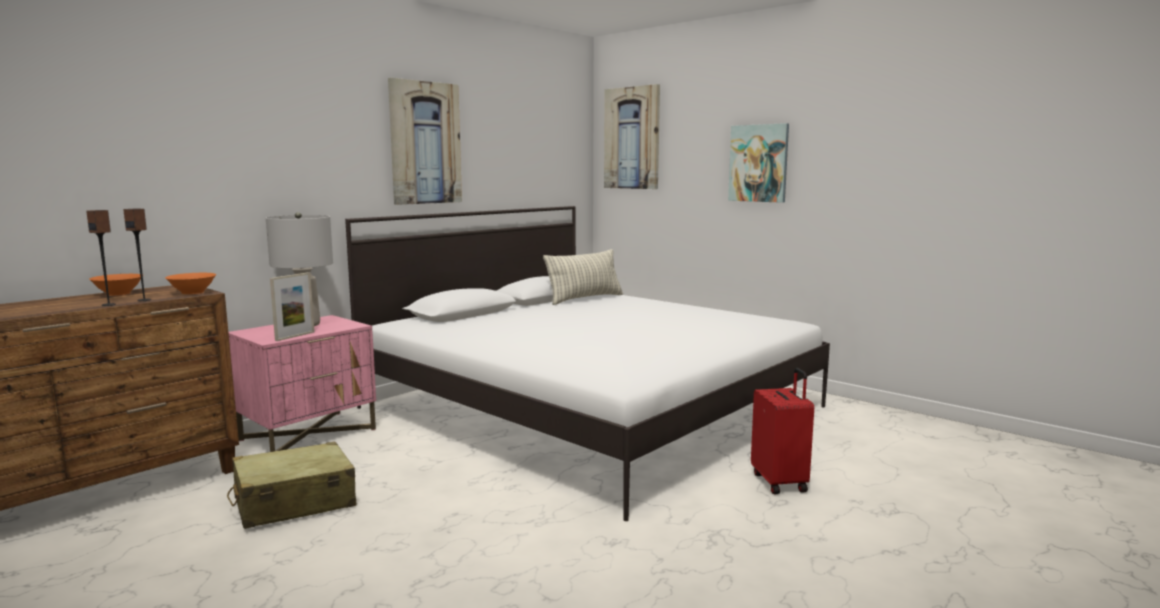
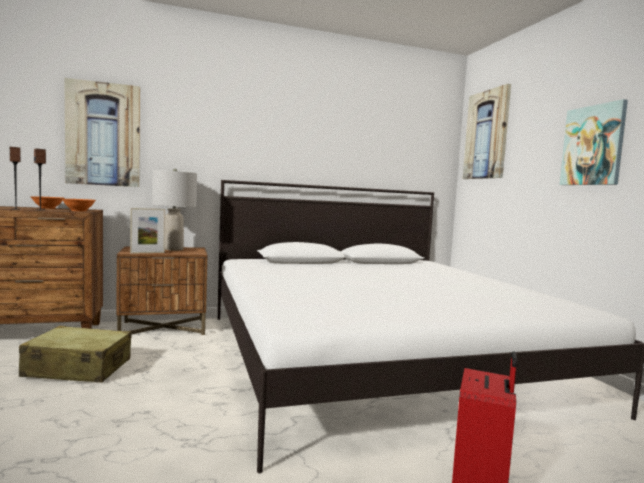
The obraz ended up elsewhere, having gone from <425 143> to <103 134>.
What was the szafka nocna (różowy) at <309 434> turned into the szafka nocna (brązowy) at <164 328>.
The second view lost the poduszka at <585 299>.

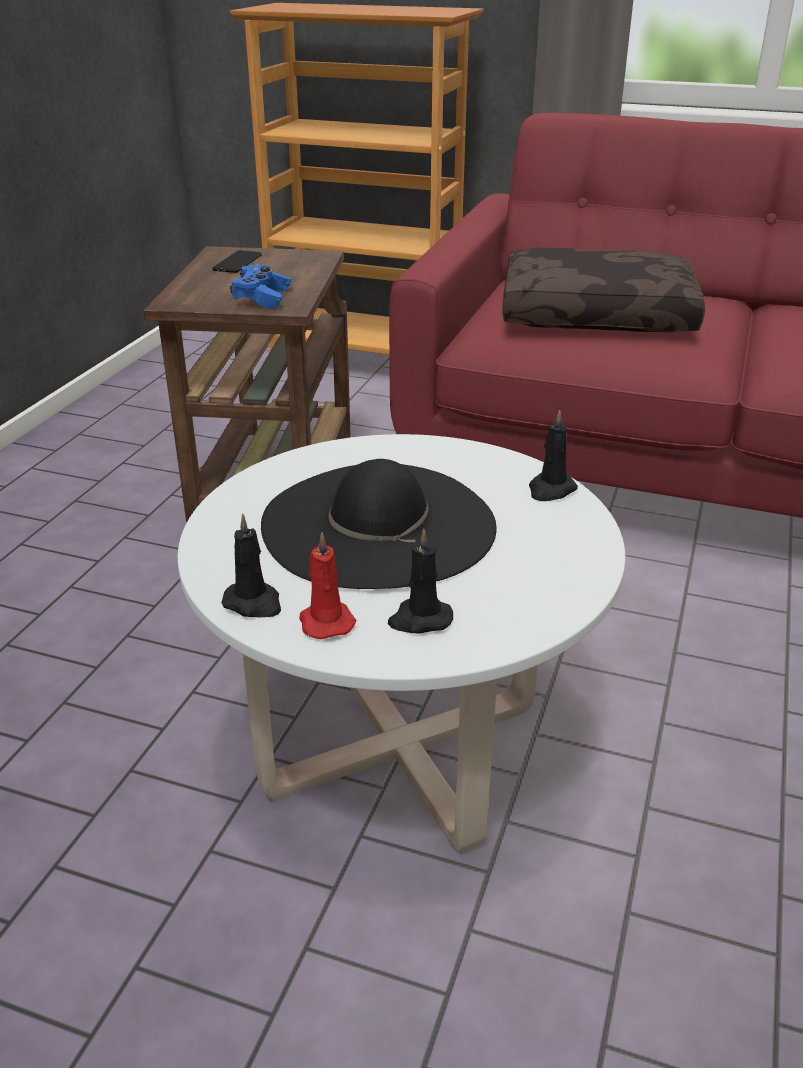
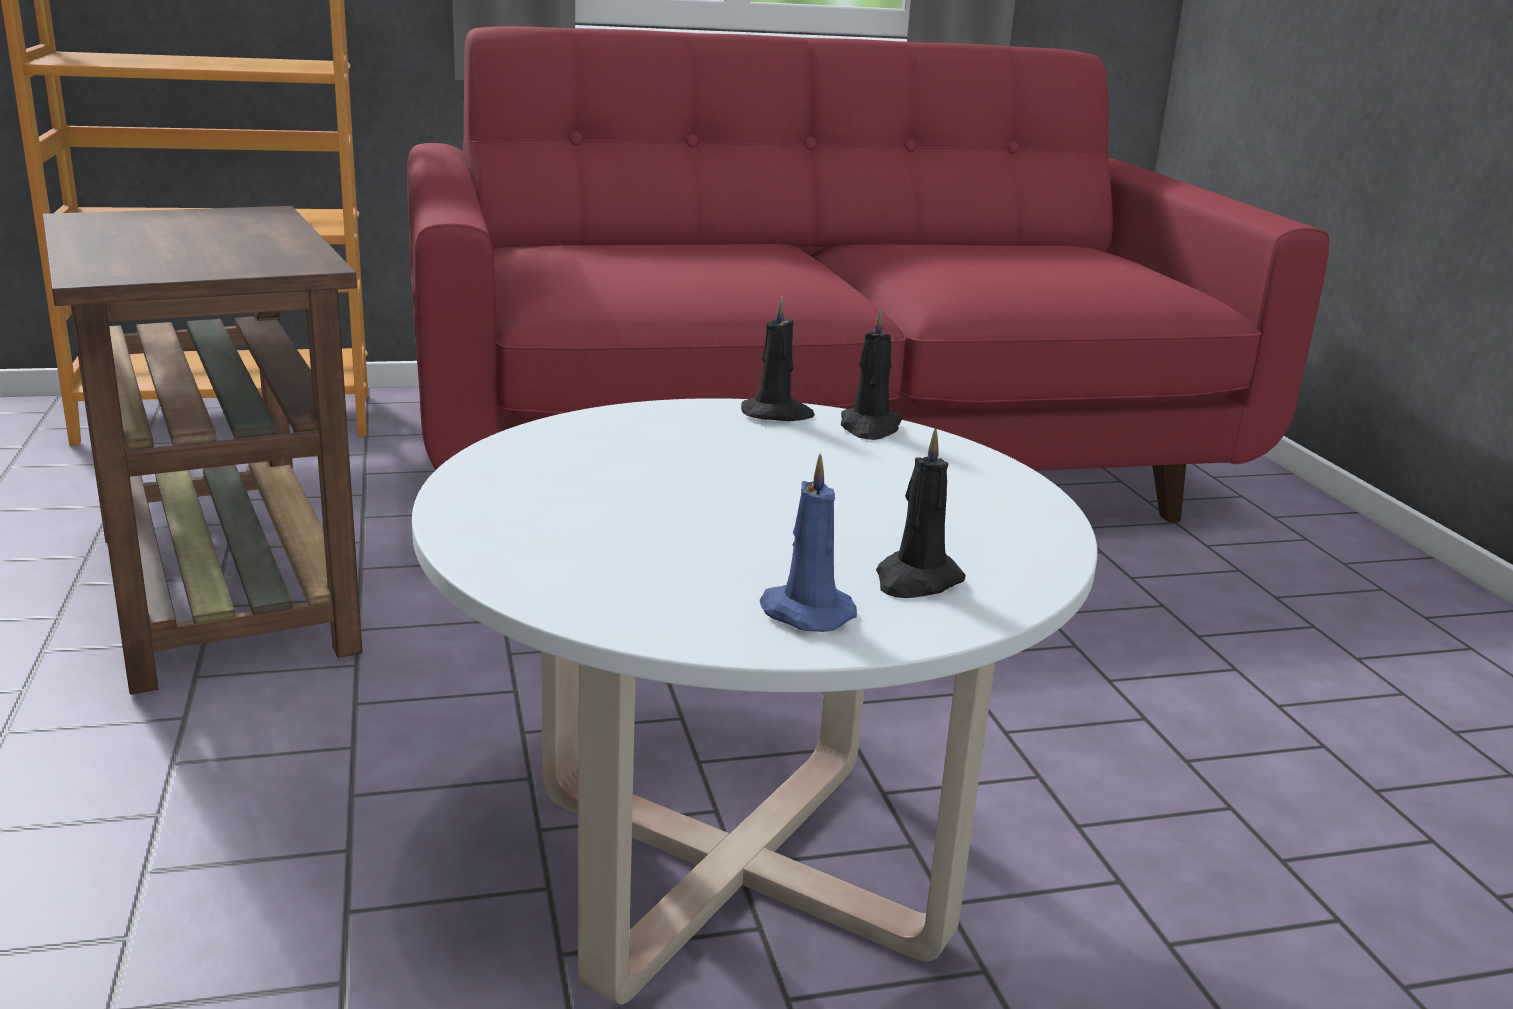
The świeca (czarny) ended up elsewhere, having gone from <254 603> to <777 414>.
What was the świeca (czerwony) at <325 621> turned into the świeca (niebieski) at <804 612>.
The second view lost the telefon at <237 262>.
The second view lost the pad do gier (niebieski) at <262 298>.
The second view lost the kapelusz (czarny) at <378 524>.
The second view lost the poduszka (brązowy) at <597 314>.

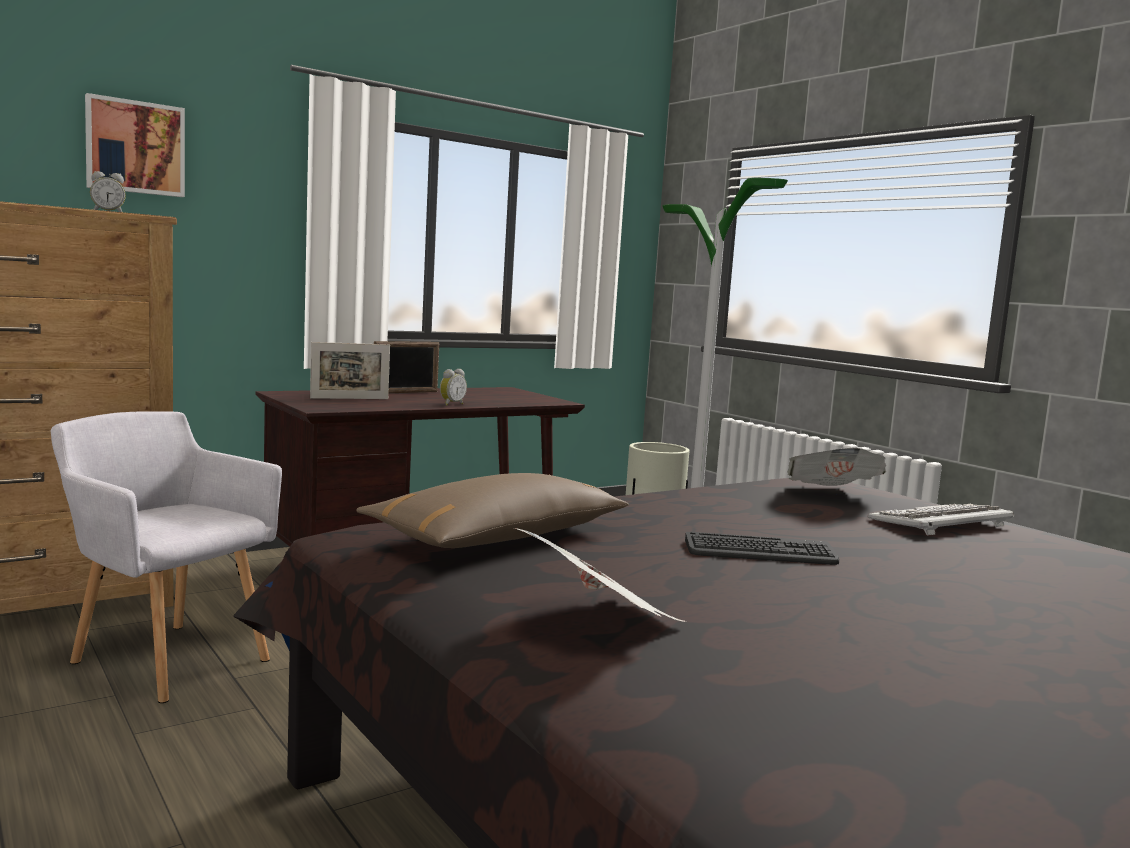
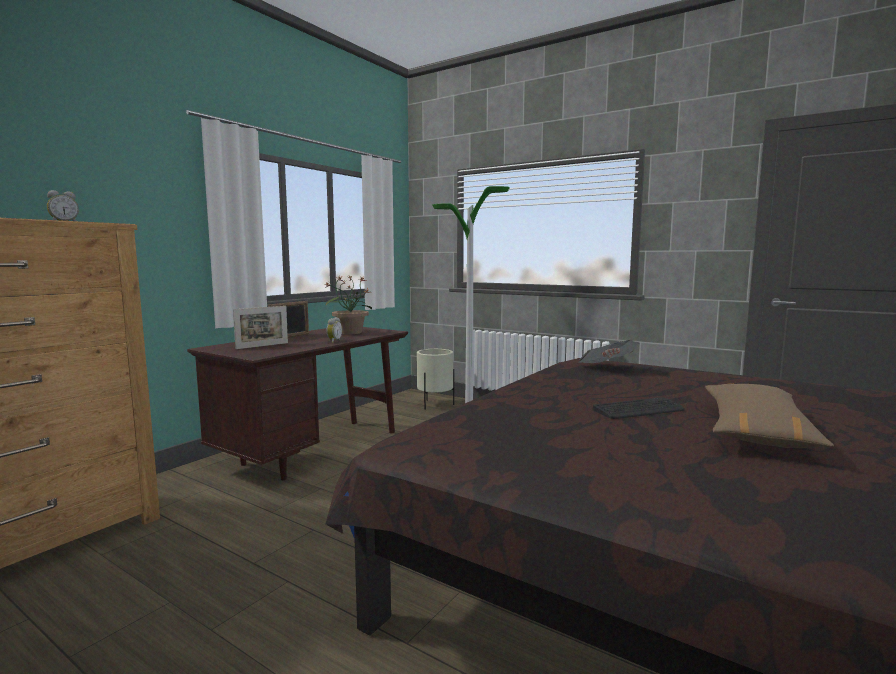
The second view gained the roślina doniczkowa at <350 332>.
The poduszka (brązowy) ended up elsewhere, having gone from <499 536> to <755 431>.
The second view lost the fotel (szary) at <166 657>.
The second view lost the obraz at <135 147>.
The second view lost the gazeta at <597 621>.
The second view lost the klawiatura at <941 523>.

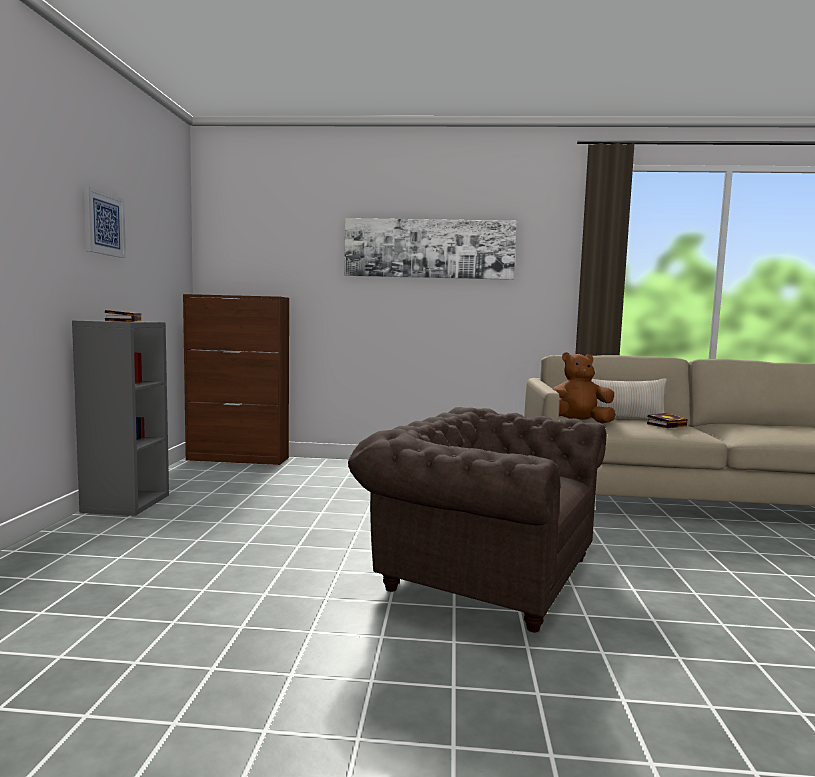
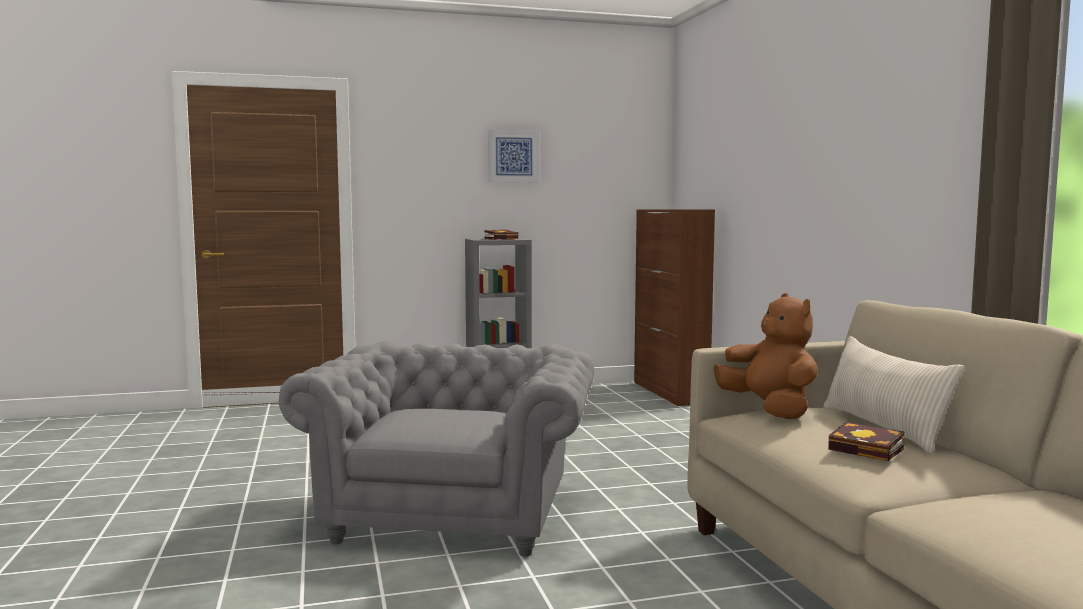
What was the fotel (brązowy) at <482 571> turned into the fotel (szary) at <453 513>.
The second view lost the obraz at <429 249>.

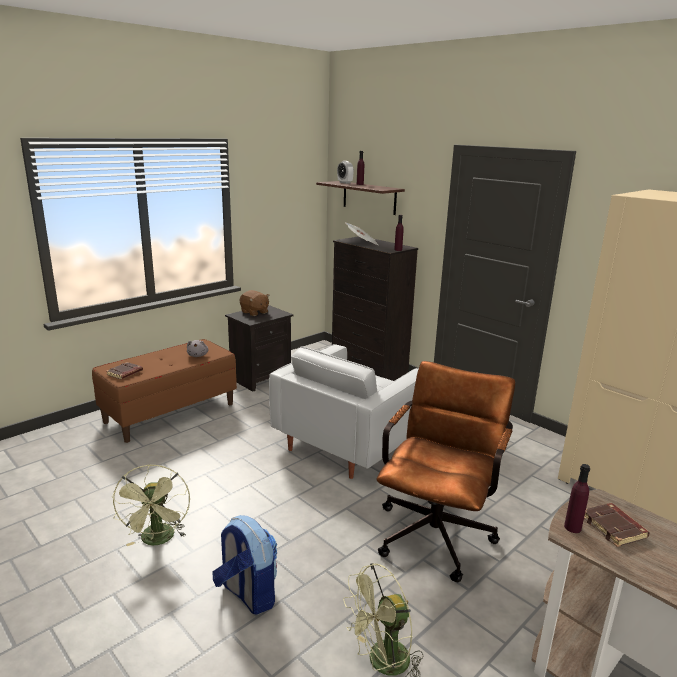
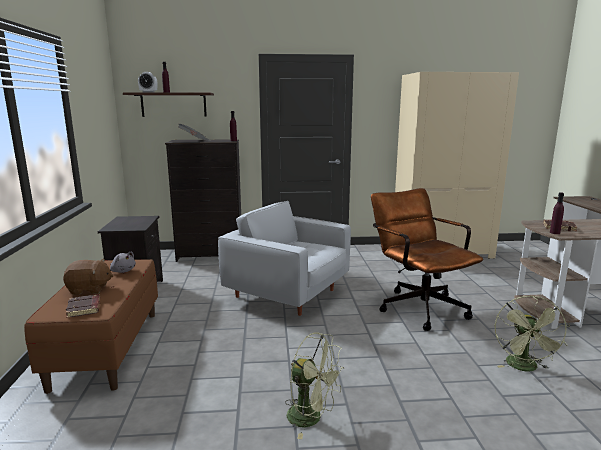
The pluszak (brązowy) ended up elsewhere, having gone from <254 312> to <89 289>.
The fotel (biały) at <349 442> ended up facing another way, 135 degrees clockwise from before.
The second view lost the plecak at <247 594>.

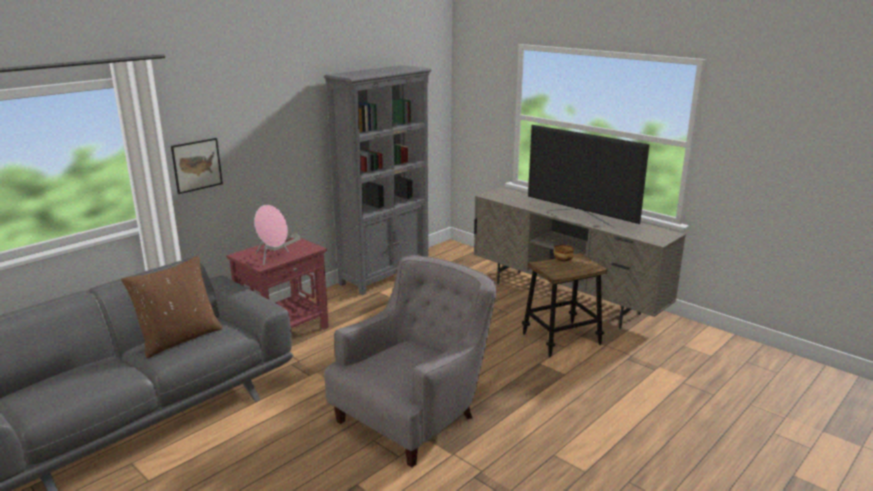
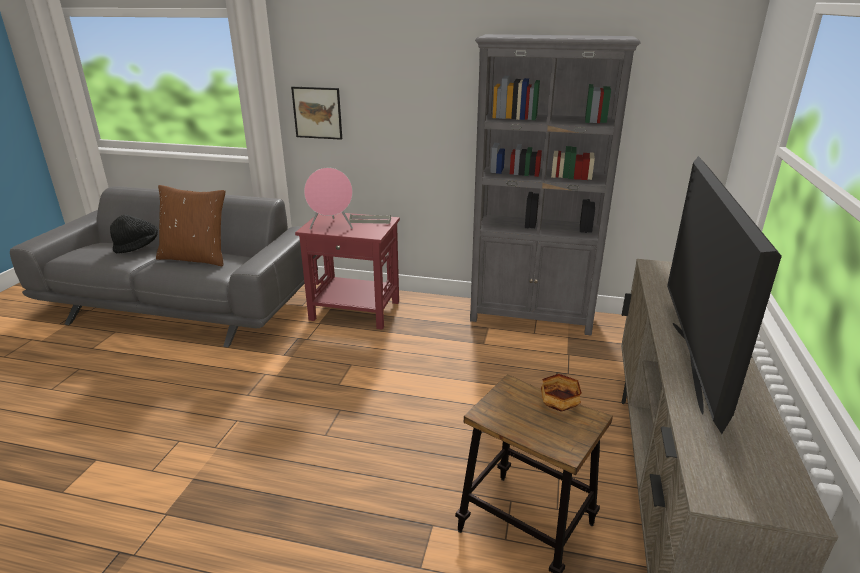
The second view gained the kapelusz (czarny) at <137 247>.
The second view lost the fotel (szary) at <415 415>.

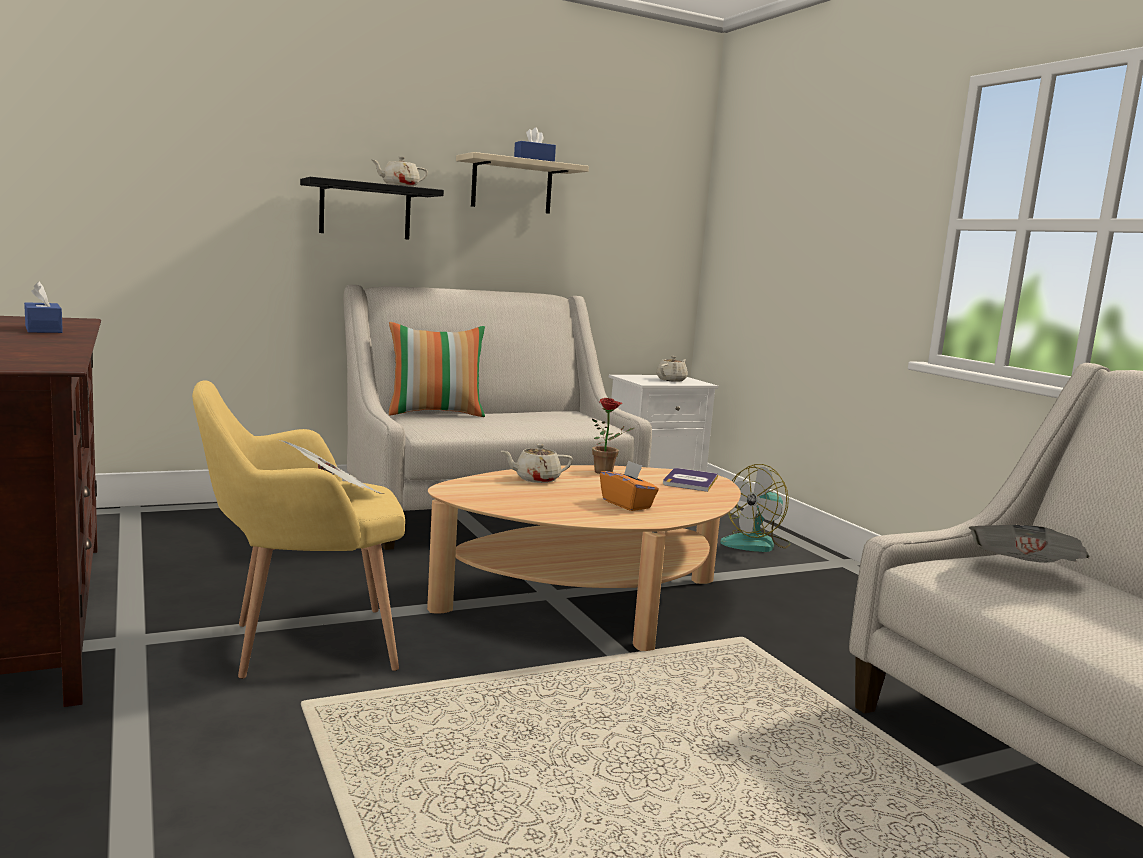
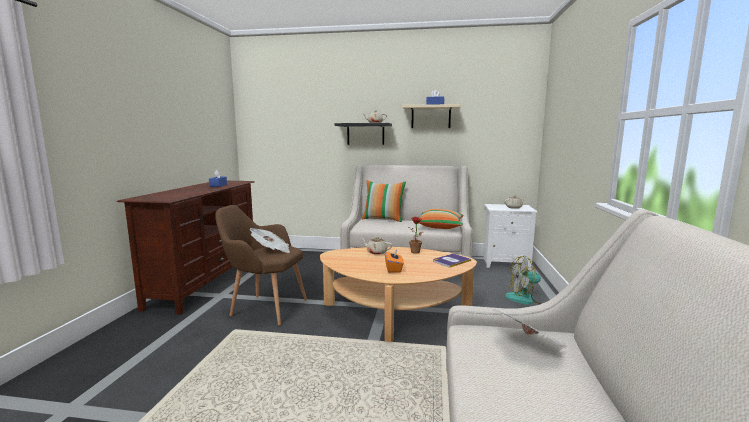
What was the fotel (żółty) at <301 645> turned into the fotel (brązowy) at <264 308>.
The second view gained the poduszka at <440 226>.

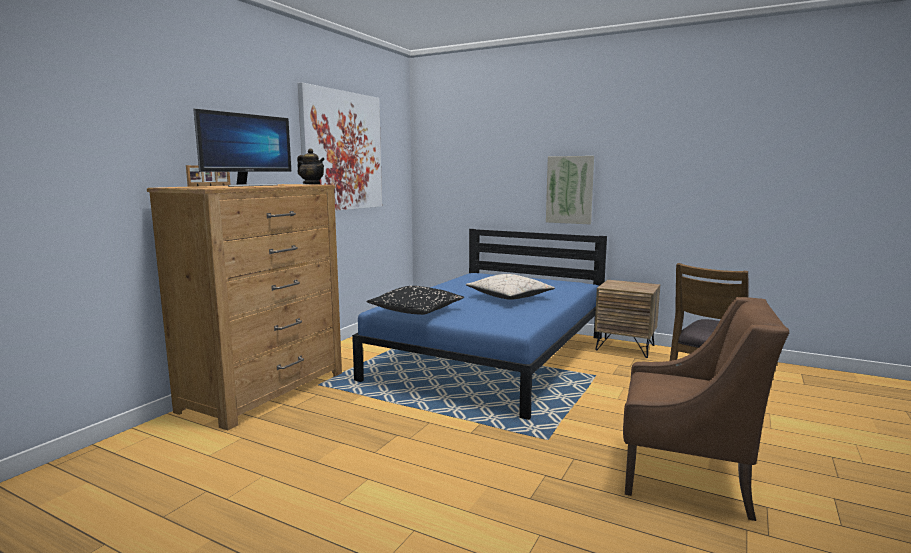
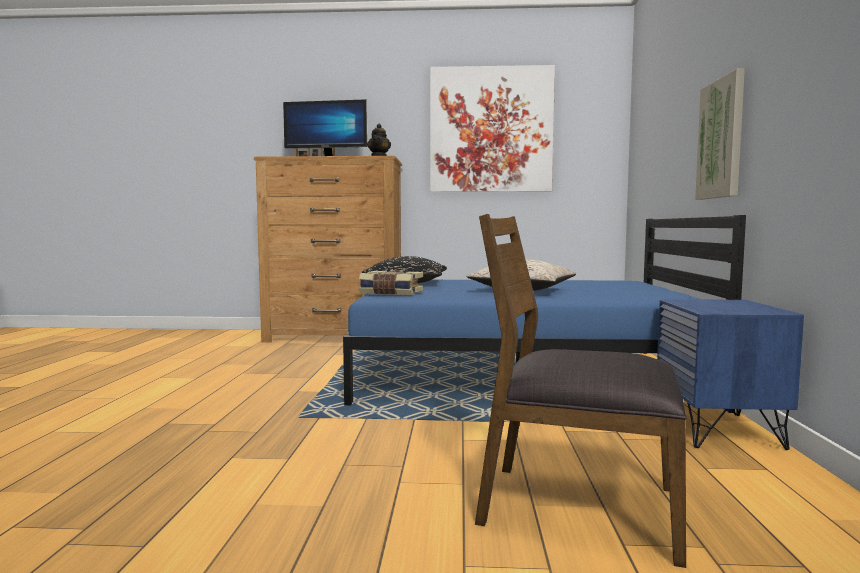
The second view gained the książka at <391 293>.
What was the szafka nocna (brązowy) at <625 347> turned into the szafka nocna (niebieski) at <719 430>.
The second view lost the fotel (brązowy) at <688 474>.

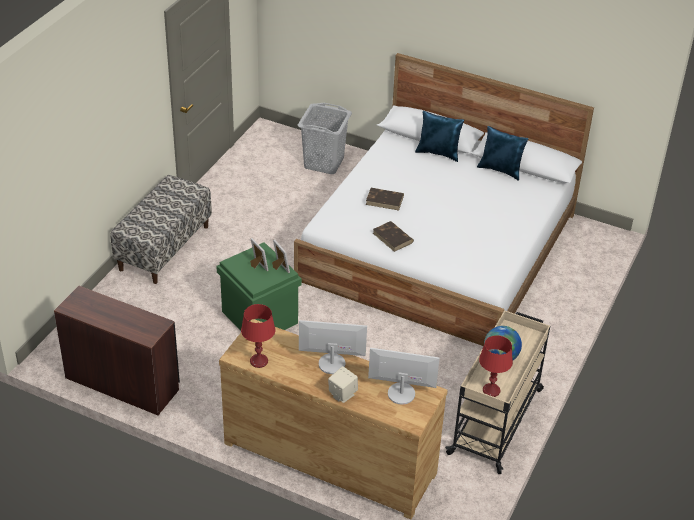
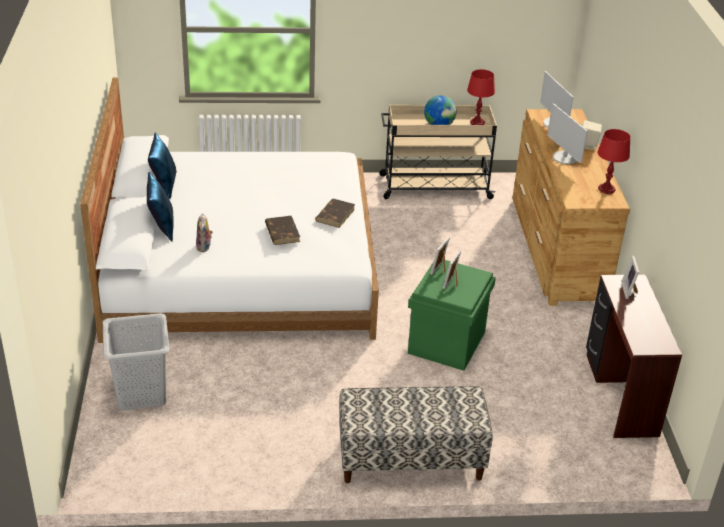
The second view gained the pluszak at <204 247>.
The second view gained the ramka na zdjęcie at <629 291>.

